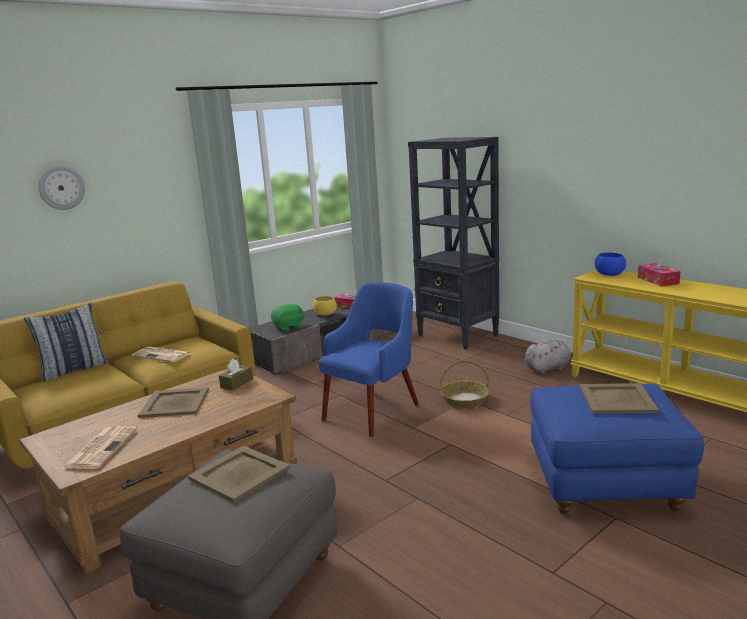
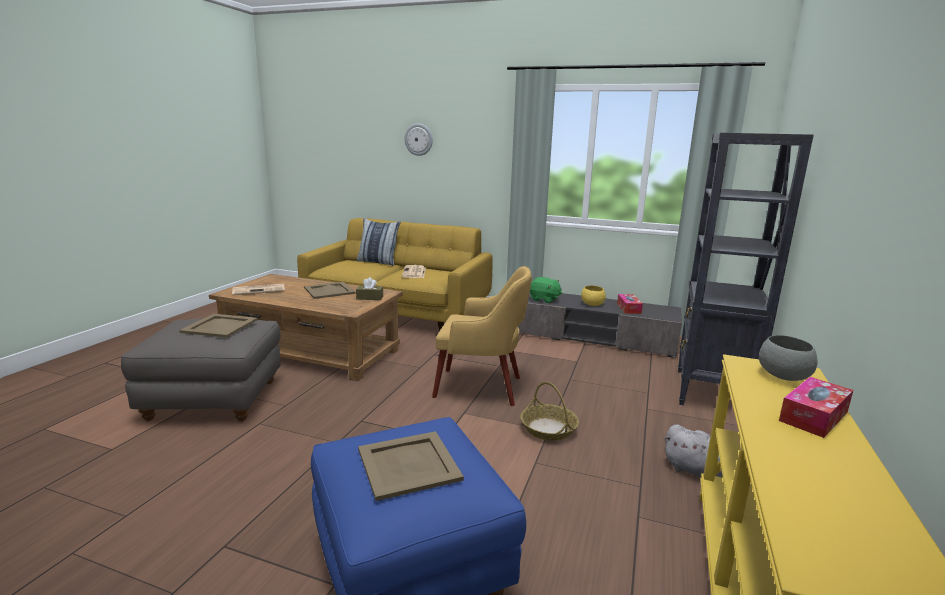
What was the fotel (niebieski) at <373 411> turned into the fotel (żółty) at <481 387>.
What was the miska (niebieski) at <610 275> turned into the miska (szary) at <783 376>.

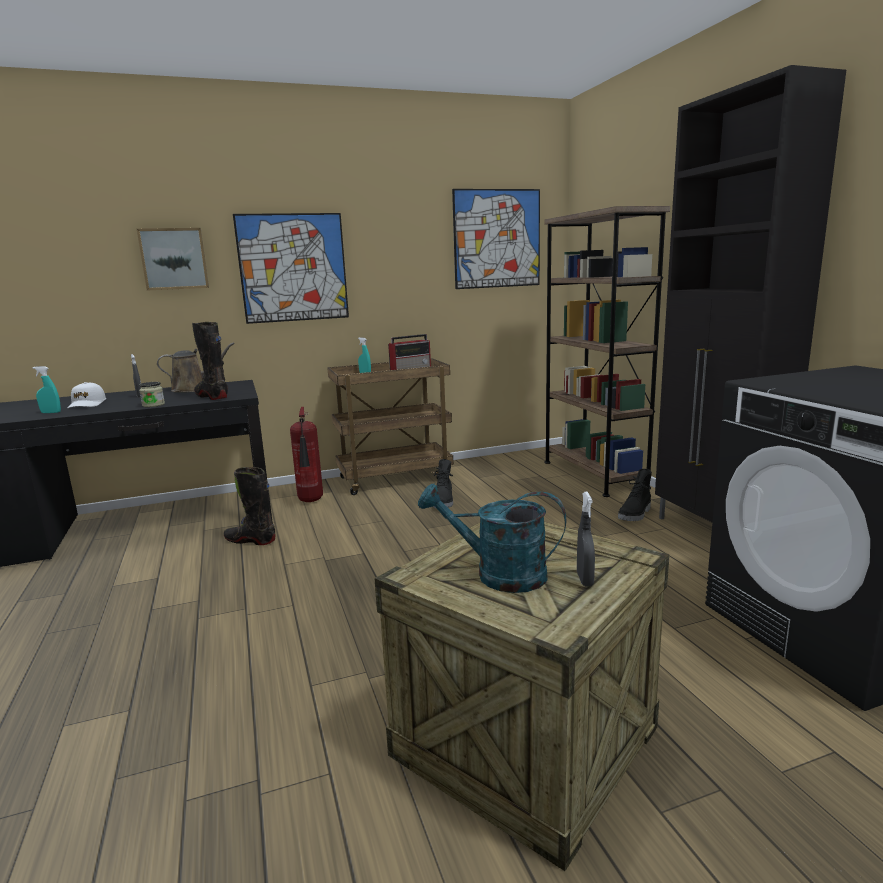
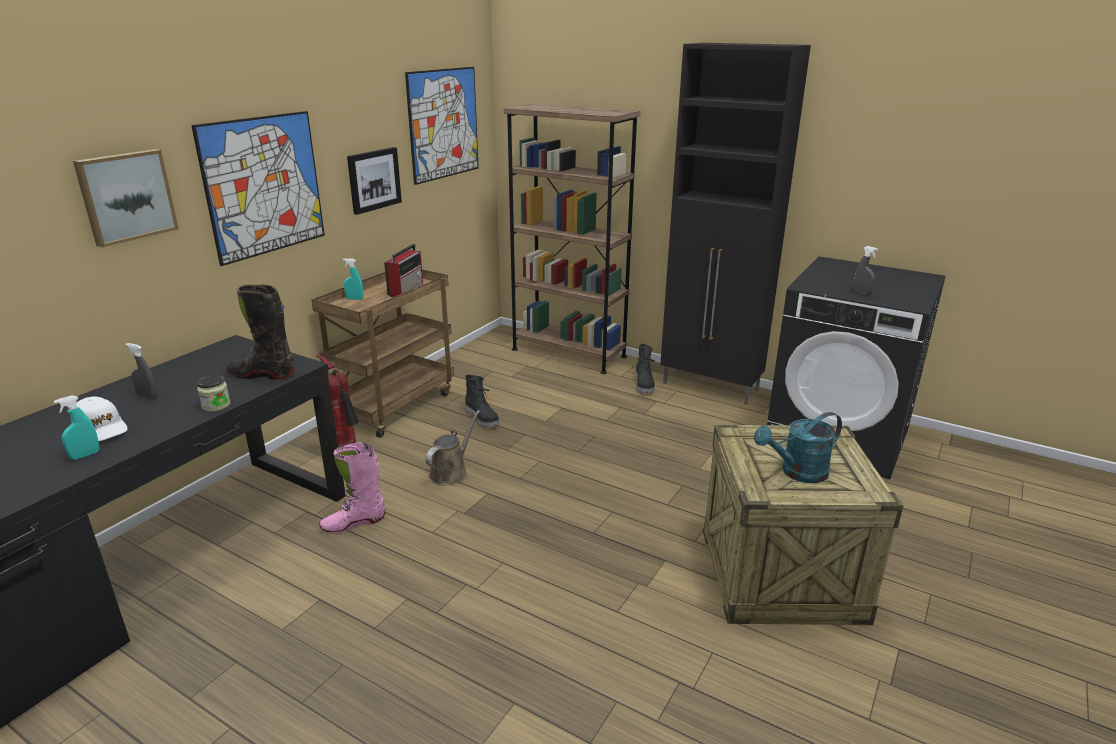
What was the but z cholewką (czarny) at <250 540> turned into the but z cholewką (różowy) at <354 523>.
The second view gained the obraz at <373 180>.
The konewka (brązowy) ended up elsewhere, having gone from <193 389> to <451 472>.
The spryskiwacz (szary) ended up elsewhere, having gone from <585 579> to <861 293>.

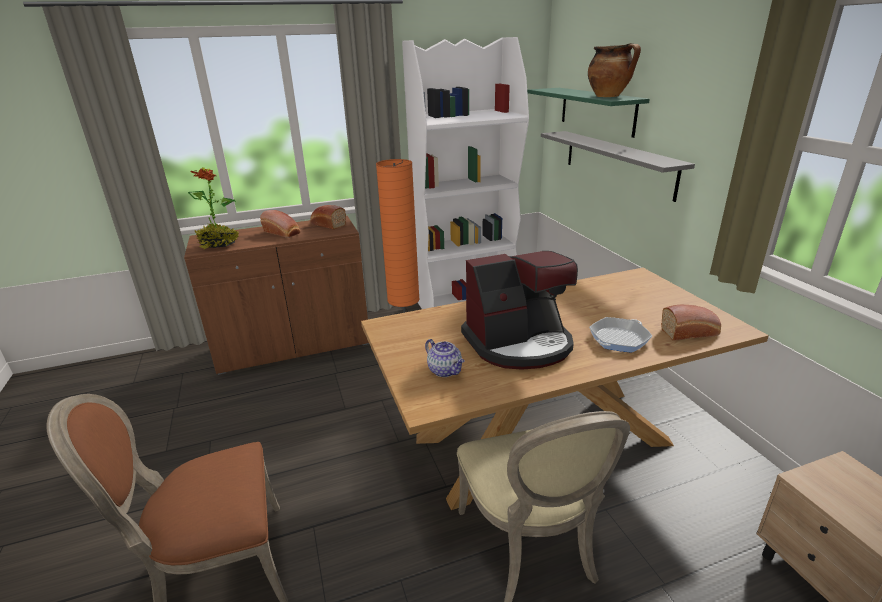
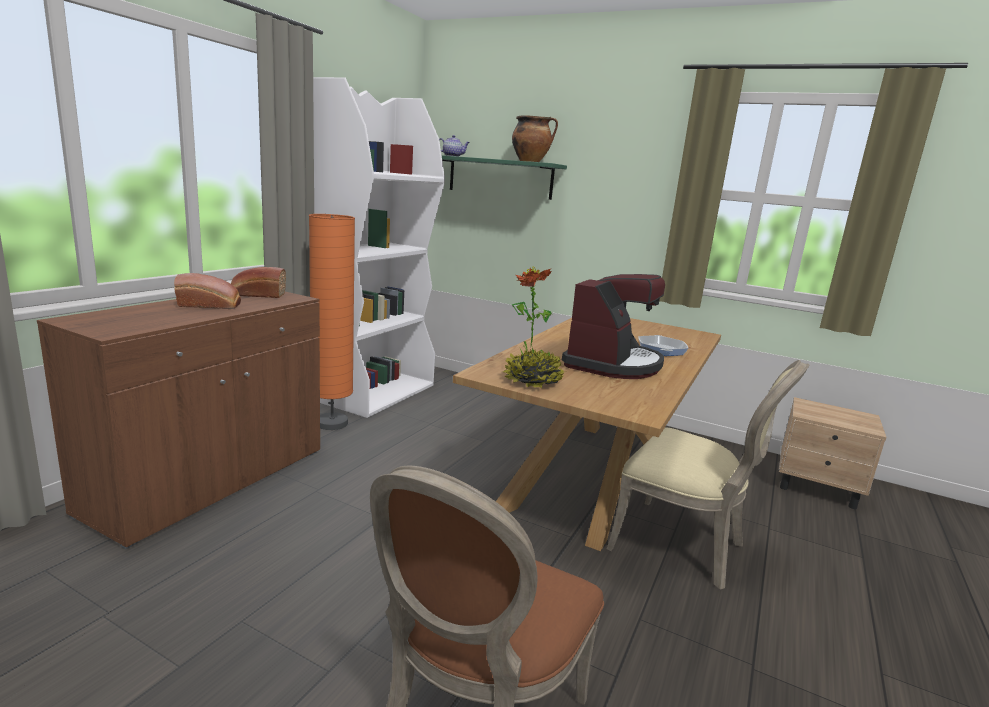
The imbryk ended up elsewhere, having gone from <445 371> to <453 156>.
The roślina doniczkowa ended up elsewhere, having gone from <219 245> to <532 381>.
The second view lost the półka (szary) at <617 162>.
The second view lost the chleb at <690 332>.

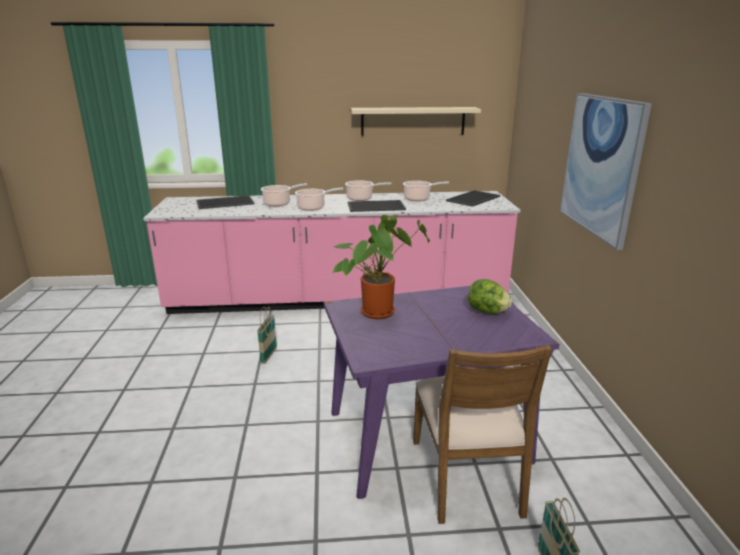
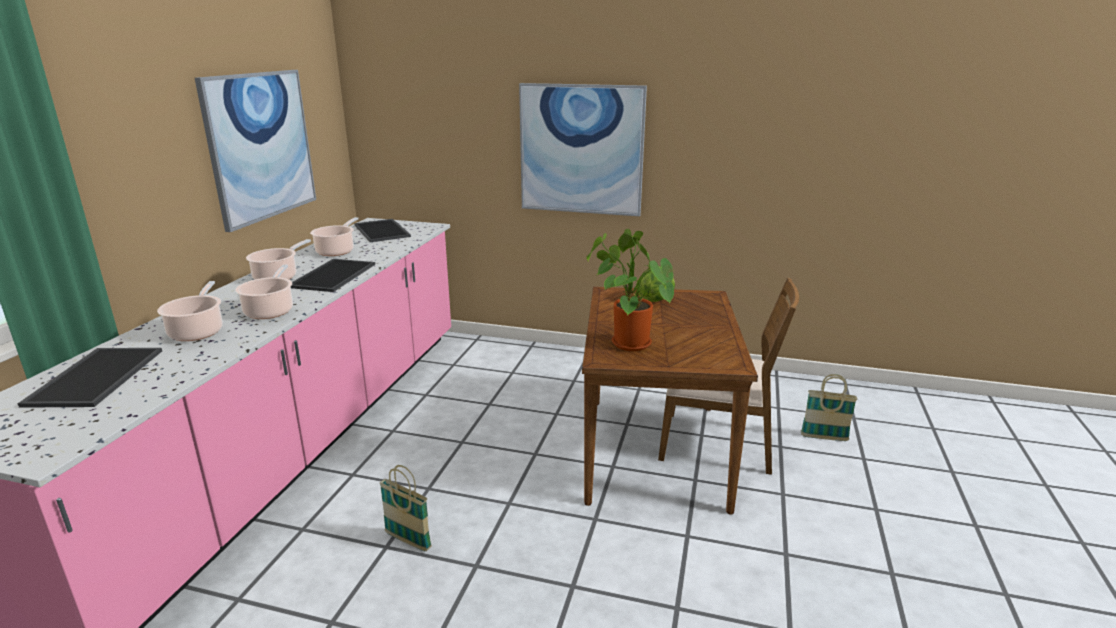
Where the półka (beżowy) hung at <413 121>, the obraz came to hang at <260 146>.
What was the stół jadalny (fioletowy) at <425 437> turned into the stół jadalny (brązowy) at <655 451>.

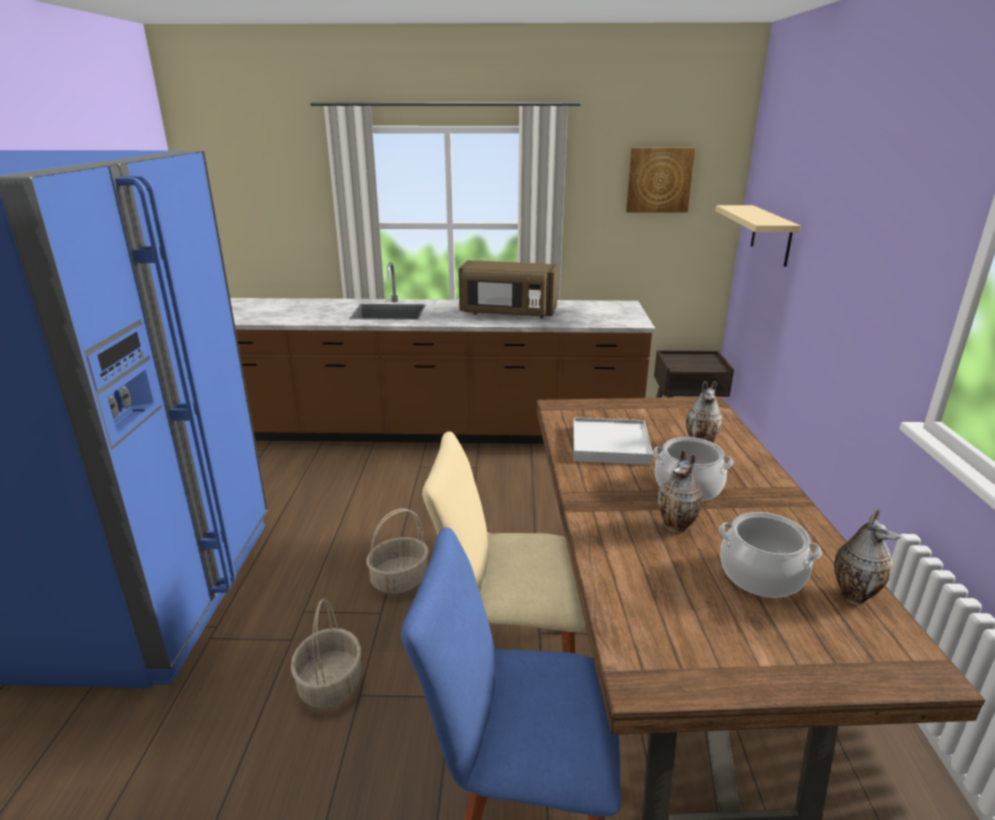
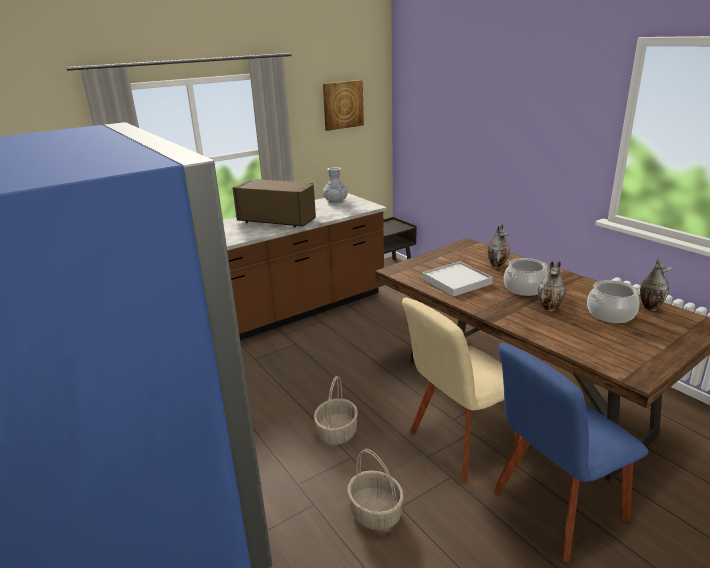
The mikrofalówka (brązowy) at <507 313> ended up facing another way, 135 degrees counterclockwise from before.
The second view gained the wazon at <335 201>.
The second view lost the półka (beżowy) at <771 235>.

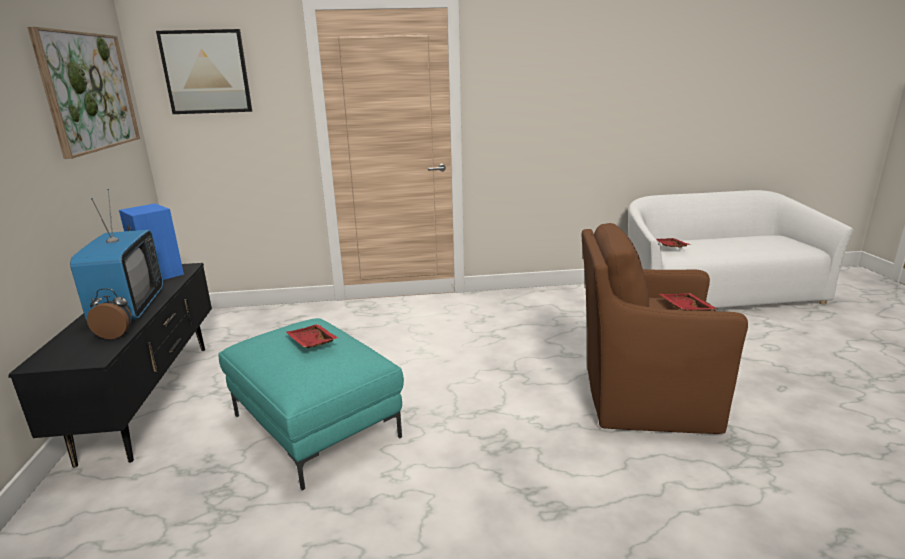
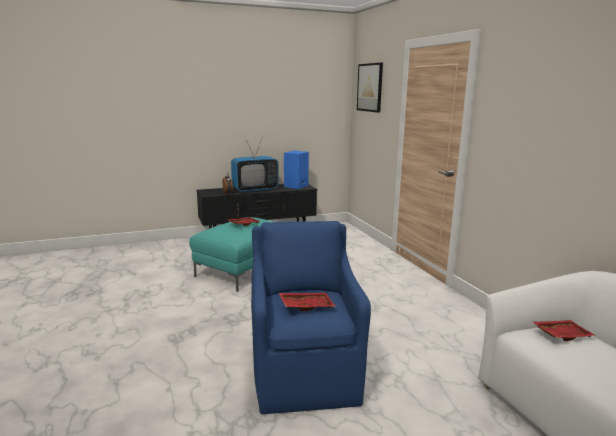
What was the fotel (brązowy) at <643 398> turned into the fotel (niebieski) at <305 374>.
The second view lost the obraz at <89 92>.

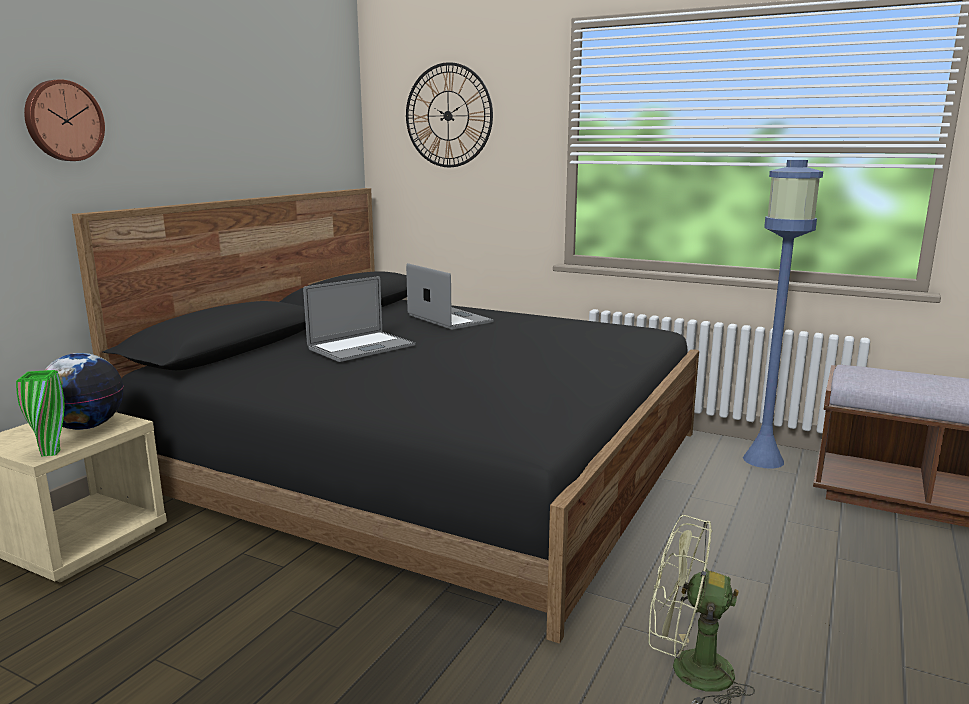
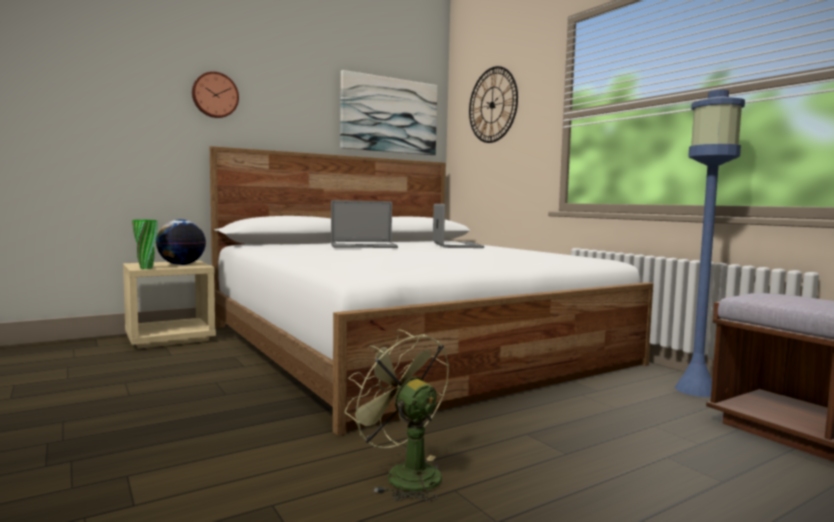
What was the łóżko (czarny) at <432 463> turned into the łóżko (biały) at <408 343>.
The second view gained the obraz at <389 115>.

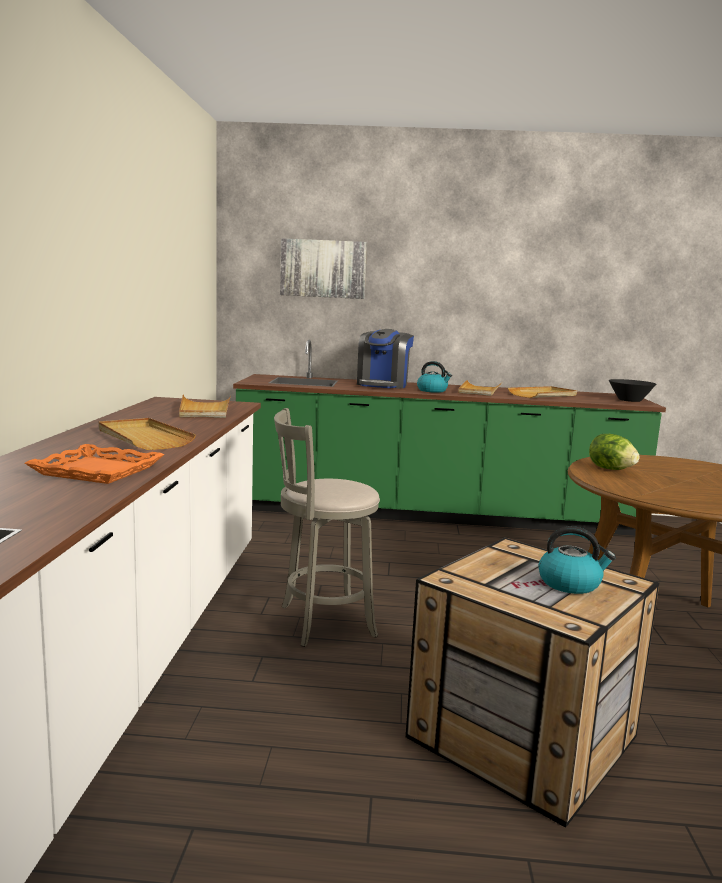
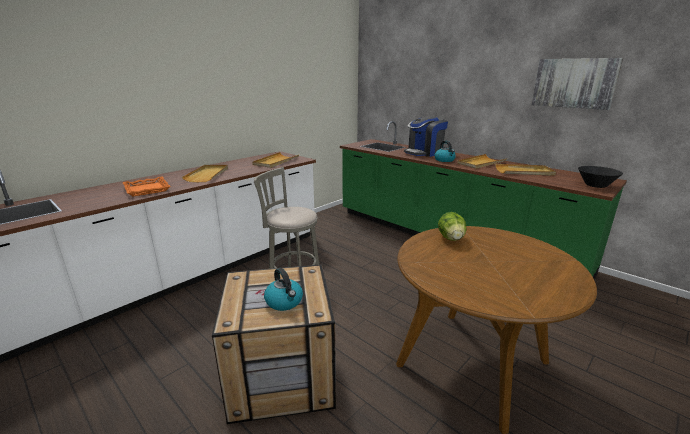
The obraz ended up elsewhere, having gone from <323 269> to <574 83>.

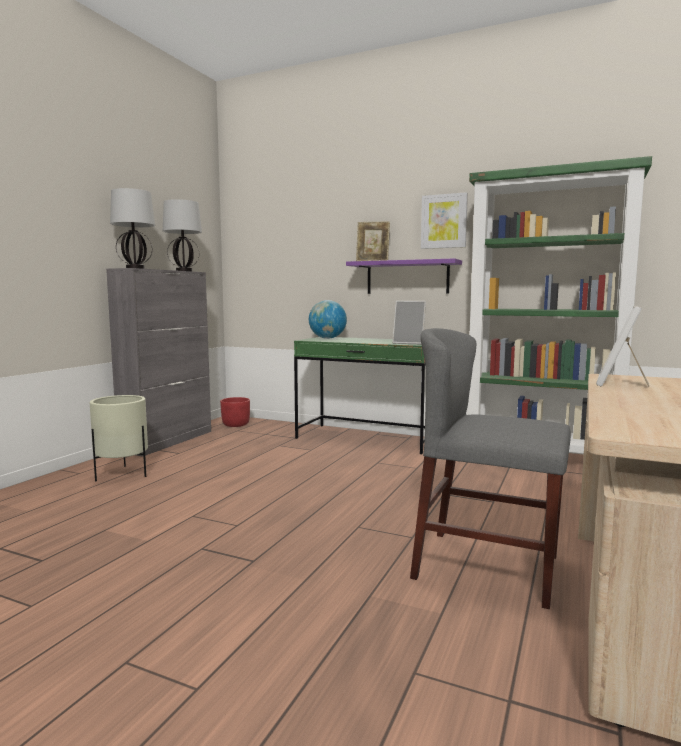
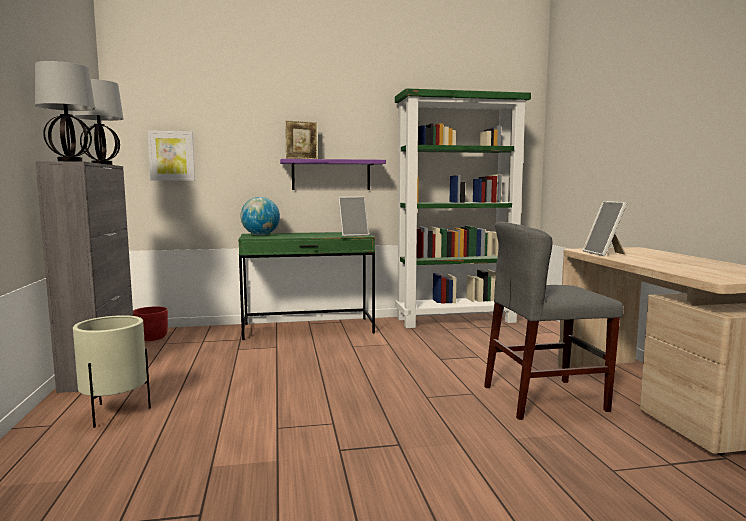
The obraz ended up elsewhere, having gone from <444 221> to <171 156>.

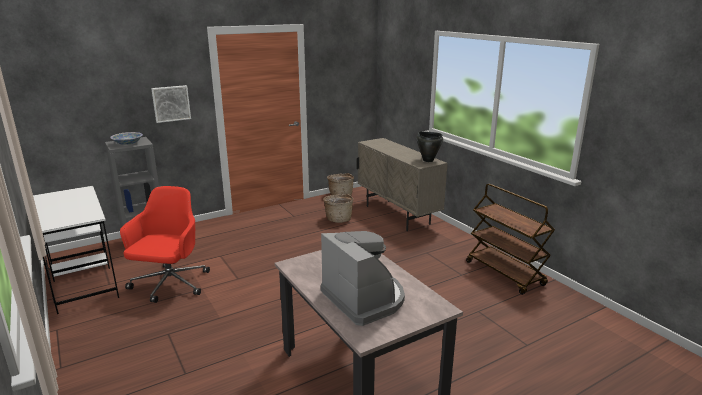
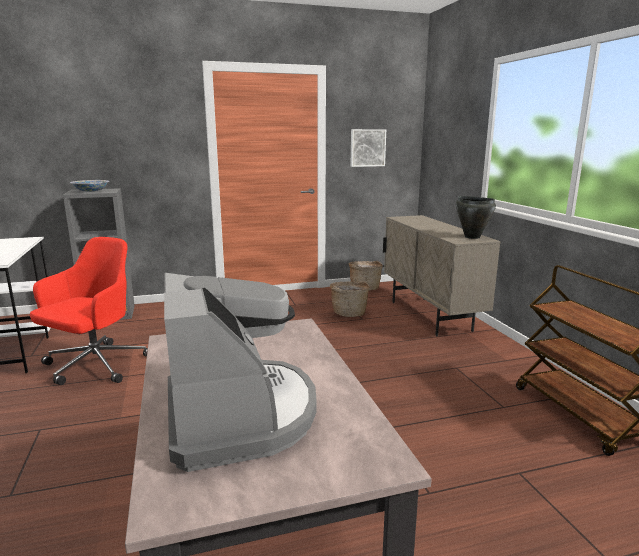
The obraz ended up elsewhere, having gone from <171 103> to <367 148>.

